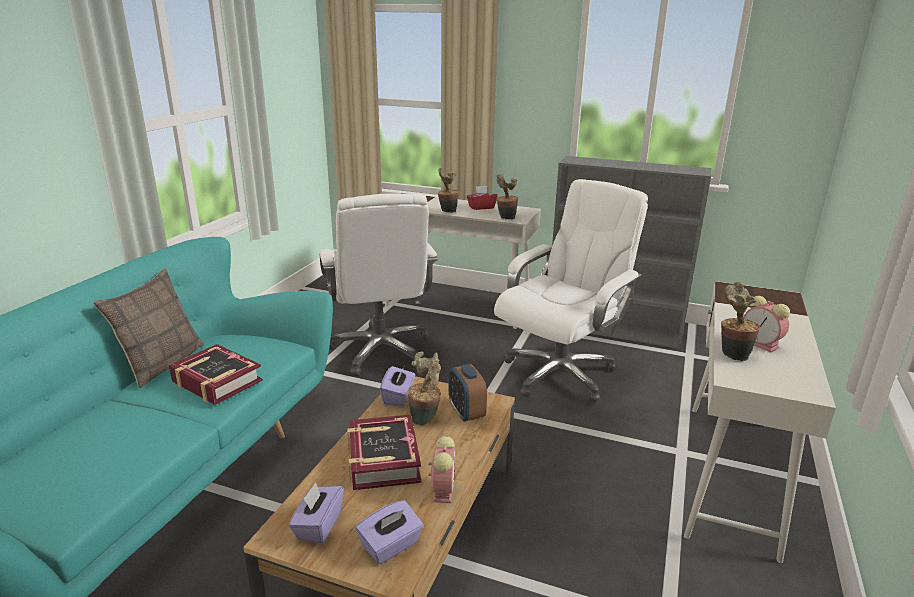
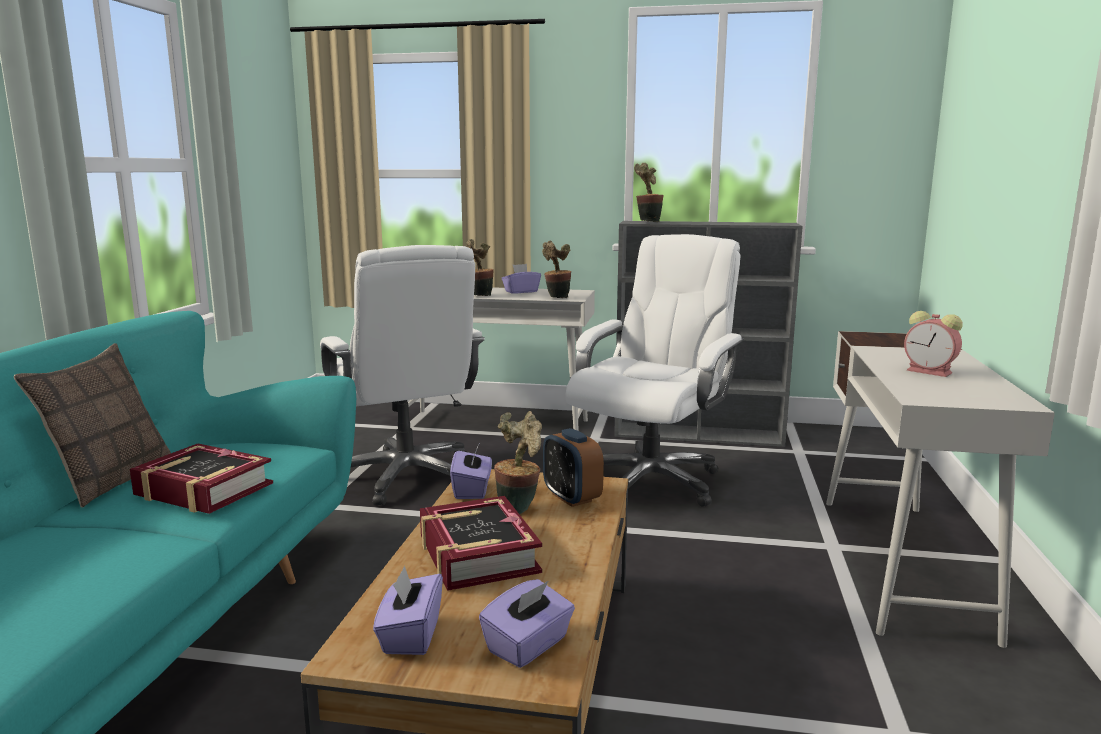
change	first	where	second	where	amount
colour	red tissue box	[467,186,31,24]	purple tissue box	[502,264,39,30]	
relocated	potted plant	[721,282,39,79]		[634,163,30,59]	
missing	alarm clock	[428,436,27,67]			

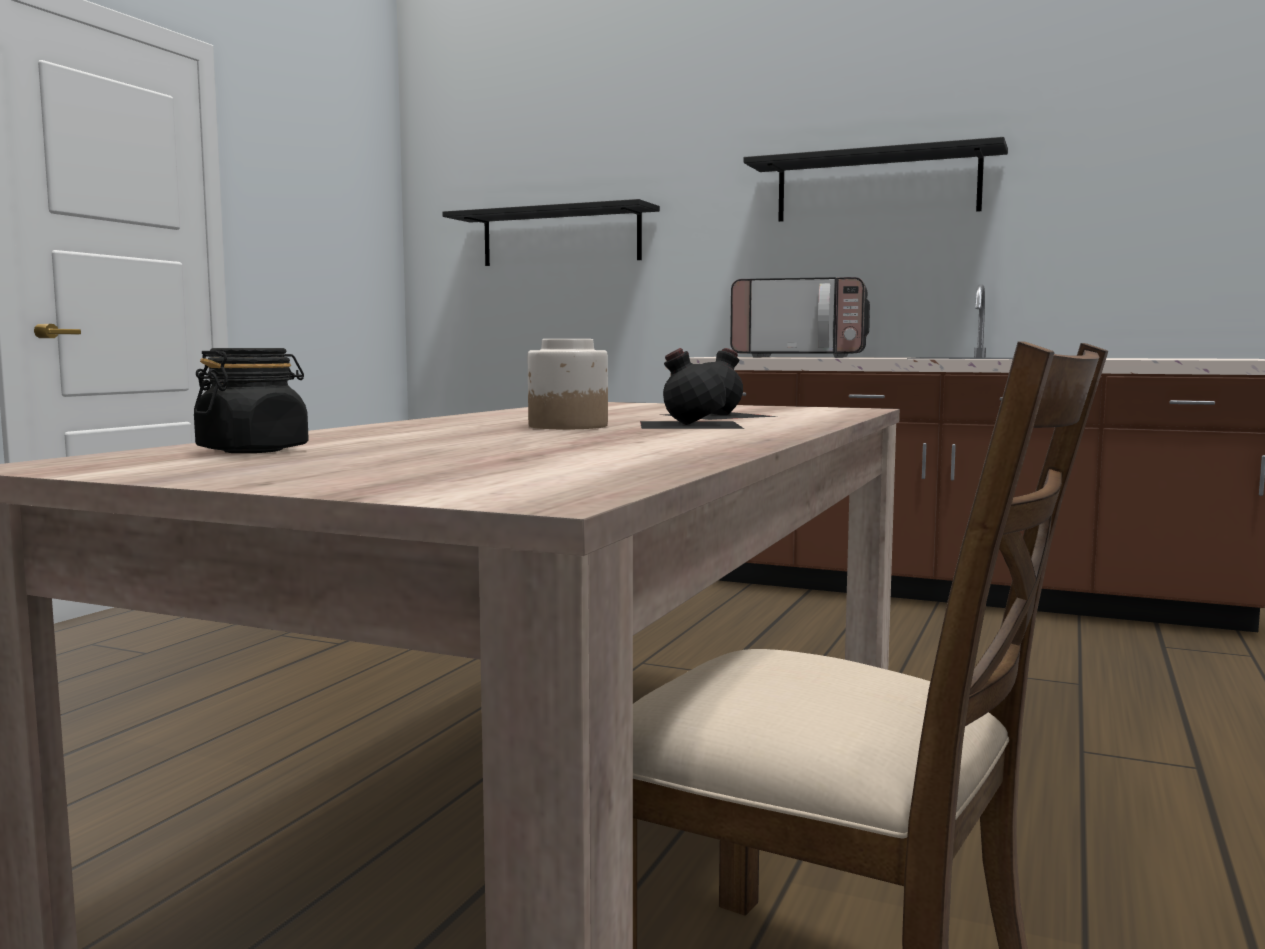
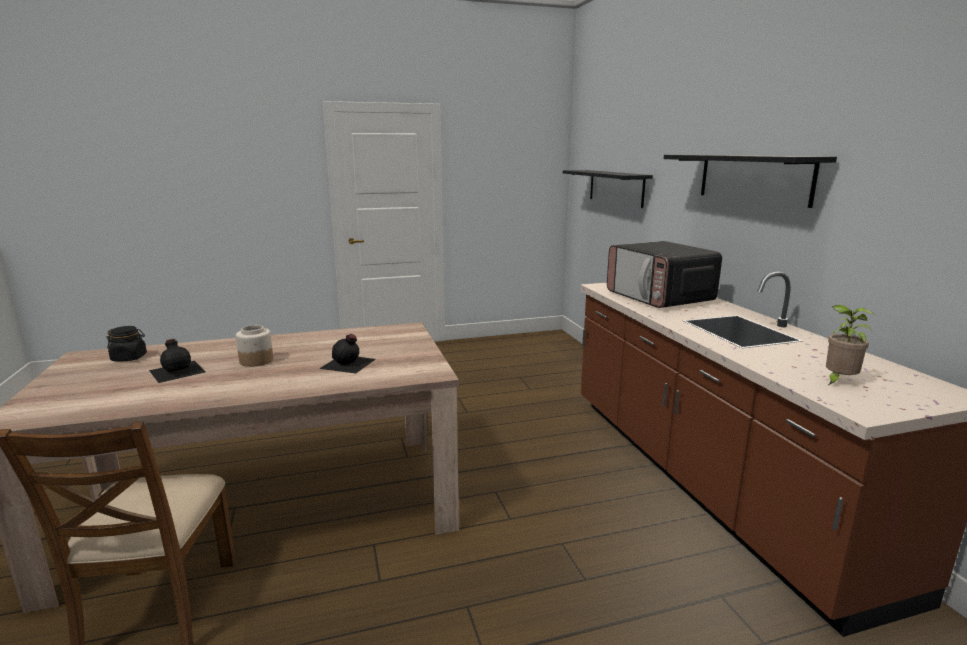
change	first	where	second	where	amount
relocated	black bottle	[640,348,104,81]		[149,339,56,44]	
appeared			potted plant	[826,305,49,80]	

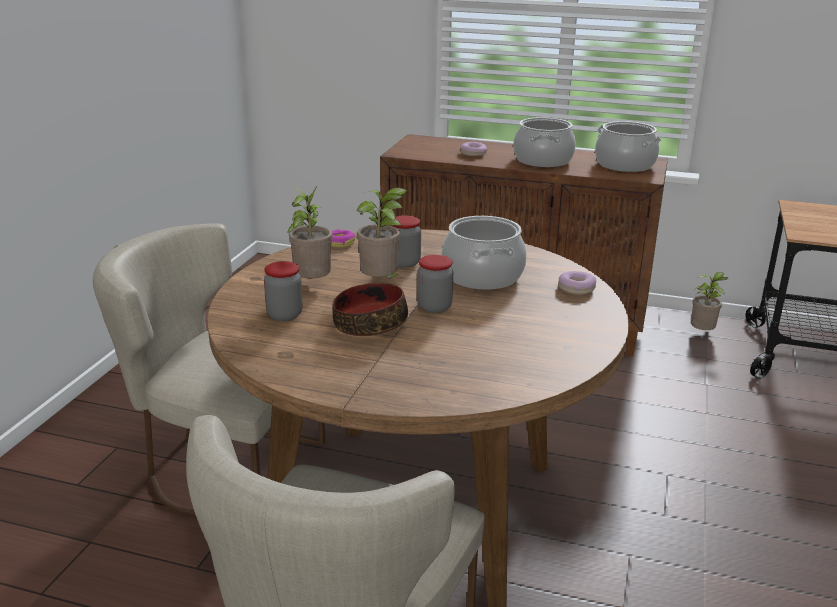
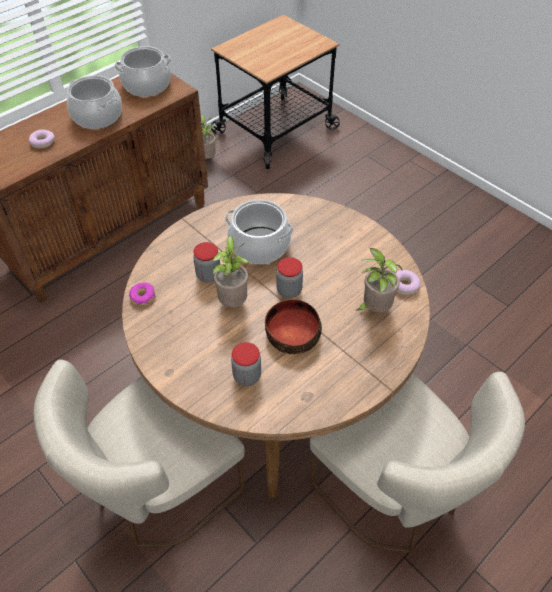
change	first	where	second	where	amount
relocated	potted plant	[287,186,45,93]		[355,248,47,64]	
relocated	donut	[558,271,38,24]		[396,270,25,25]	

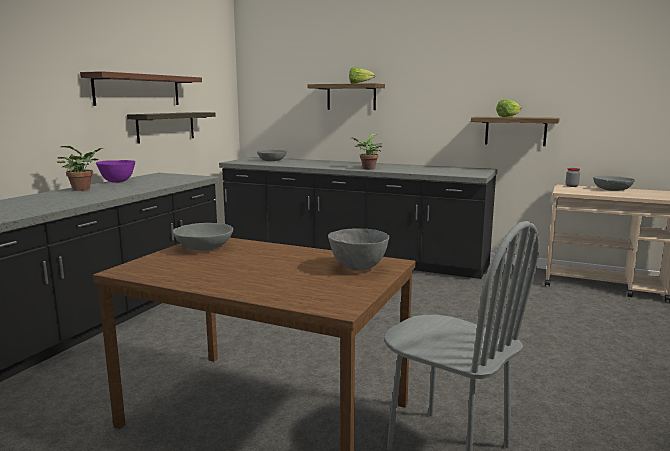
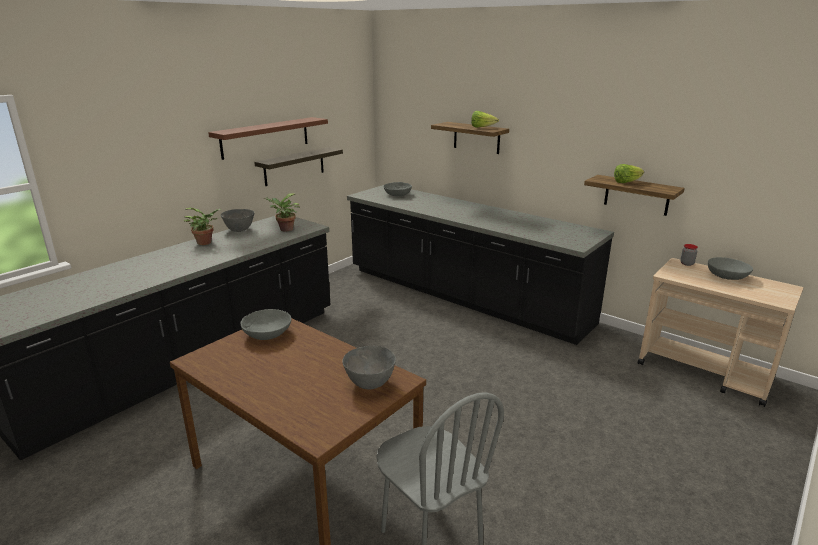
change	first	where	second	where	amount
colour	purple bowl	[96,160,39,23]	grey bowl	[221,209,33,23]	
relocated	potted plant	[353,134,29,36]		[265,193,35,39]	

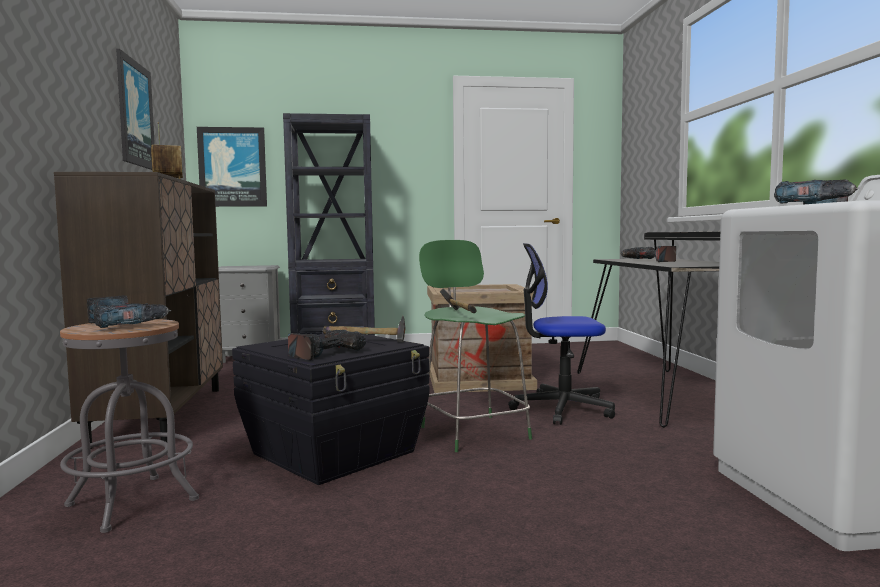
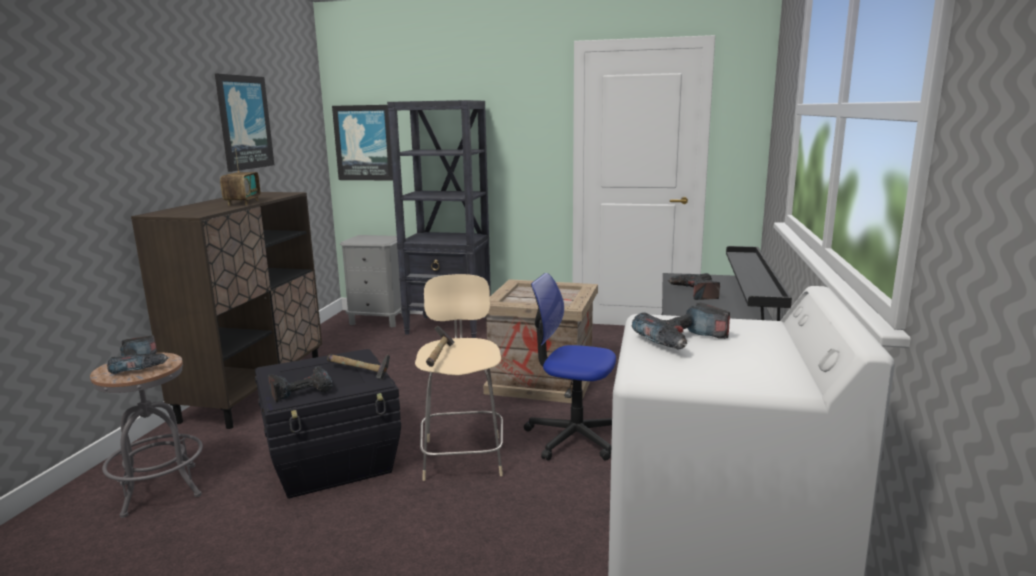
change	first	where	second	where	amount
colour	green stool	[419,240,113,212]	beige stool	[415,274,88,207]	

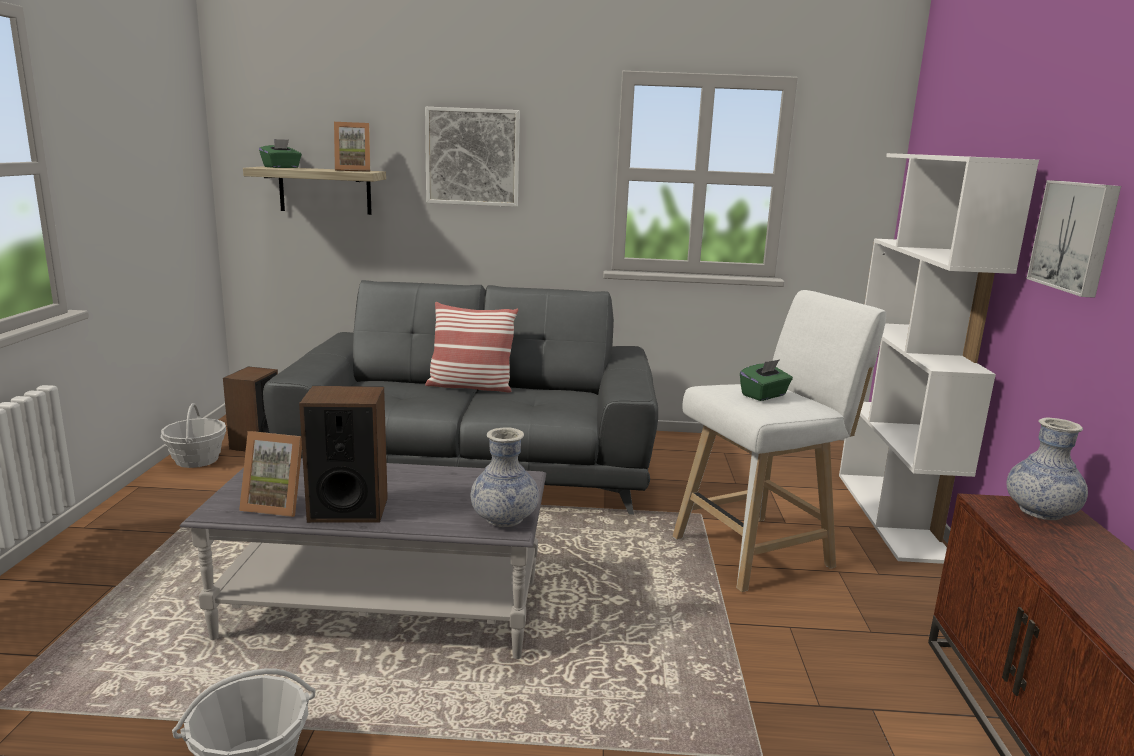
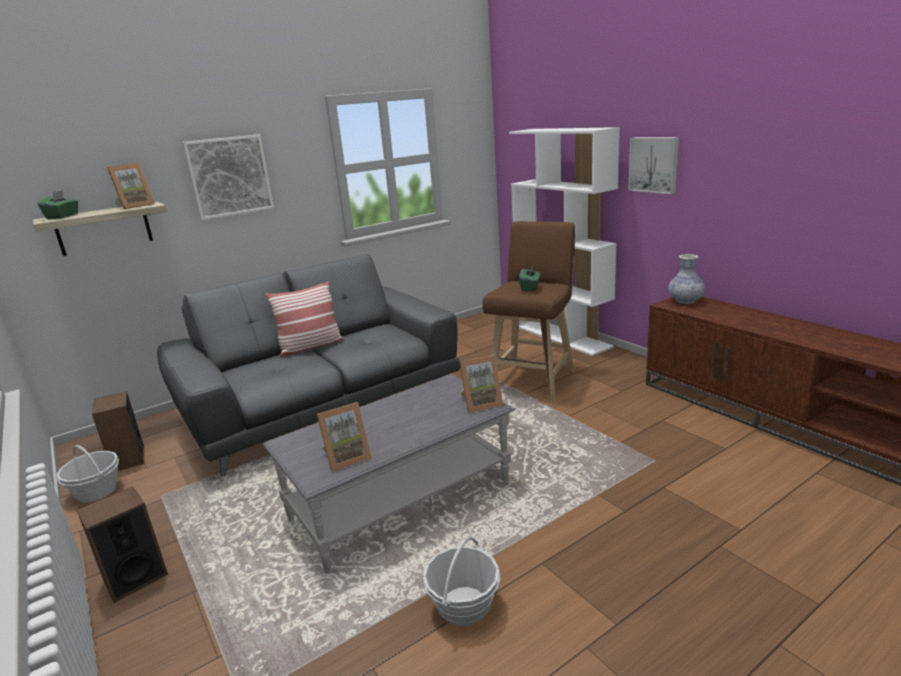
change	first	where	second	where	amount
relocated	speaker	[299,386,89,137]		[77,486,91,117]	
exchanged	vase	[470,427,69,100]	picture frame	[460,355,43,58]	
colour	white stool	[672,290,214,302]	brown stool	[482,221,93,179]	

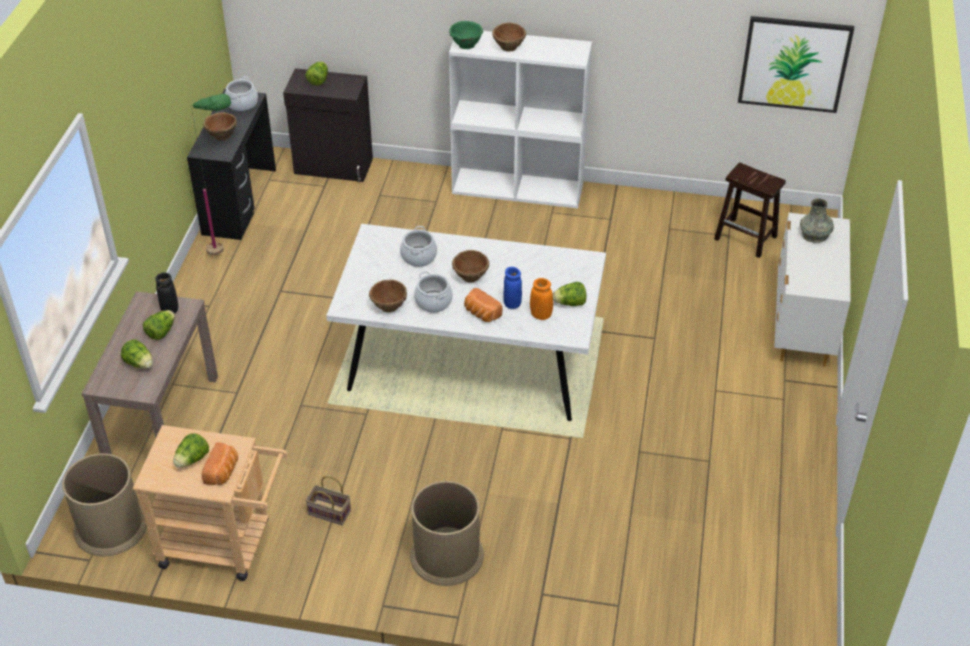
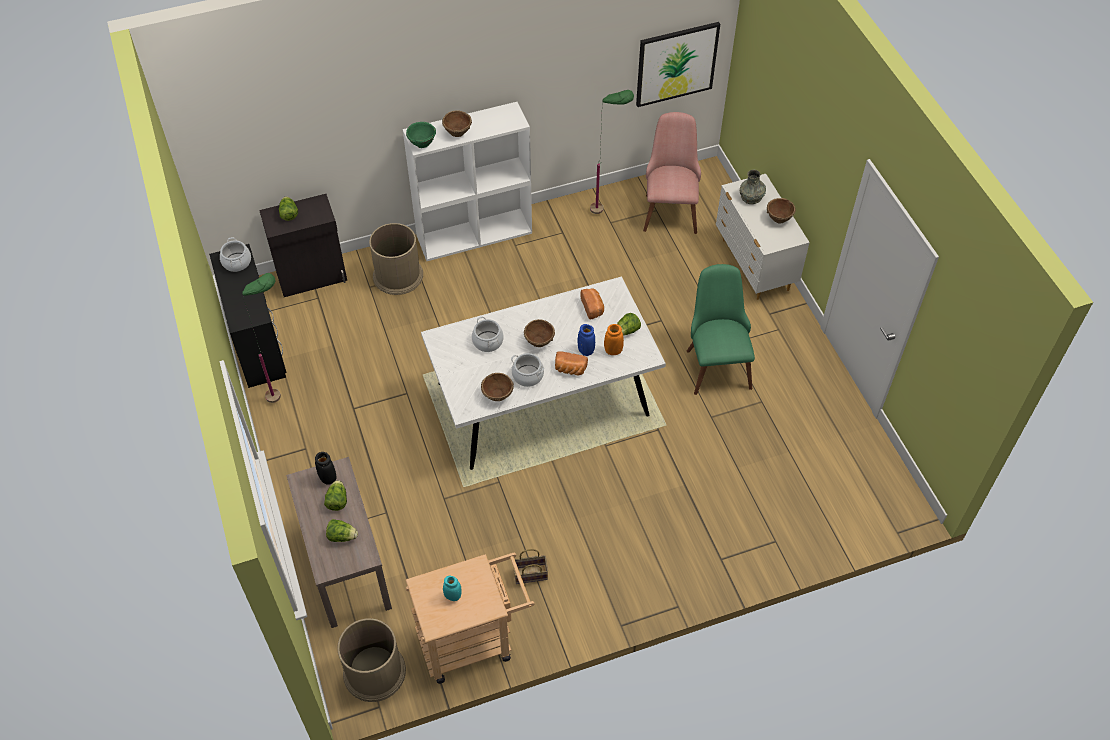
change	first	where	second	where	amount
relocated	brown trash can	[410,481,74,105]		[369,223,54,72]	
exchanged	lettuce	[173,433,36,35]	turquoise jar	[443,576,19,25]	
relocated	bread	[202,442,36,43]		[581,288,23,32]	
appeared			green floor lamp	[590,90,44,124]	
exchanged	brown stool	[714,162,72,96]	pink chair	[643,112,58,122]	
appeared			green chair	[687,264,68,131]	
relocated	brown bowl	[204,112,33,29]		[767,198,29,26]	

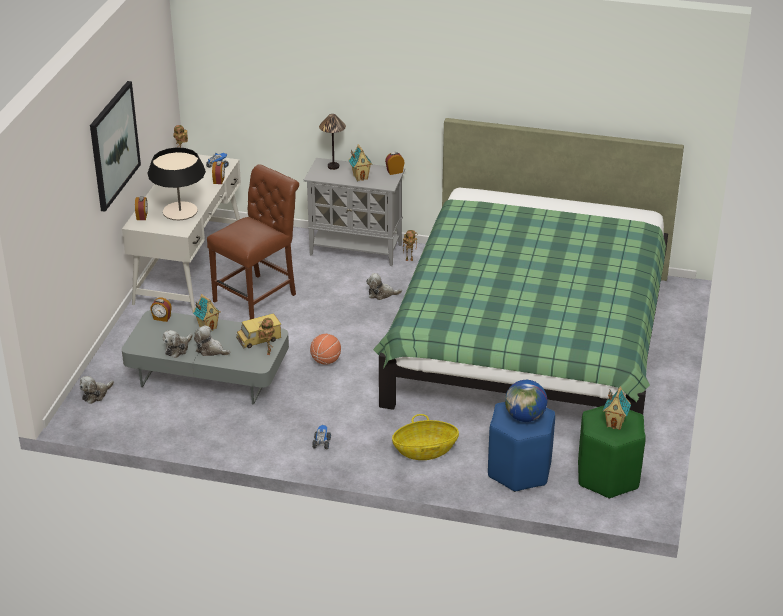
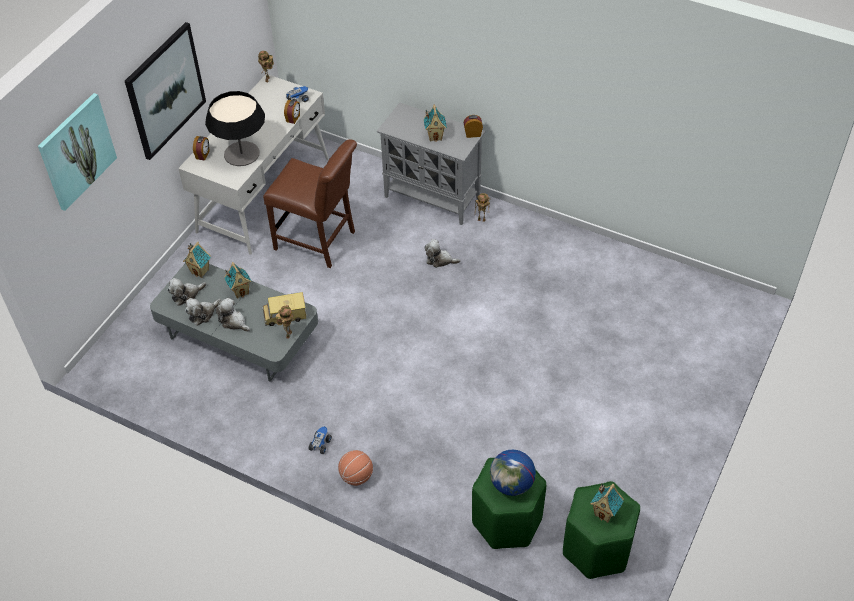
change	first	where	second	where	amount
appeared			picture	[38,93,79,118]	
relocated	plush toy	[80,376,34,28]		[167,278,39,28]	
exchanged	alarm clock	[150,298,22,24]	toy house	[183,242,28,36]	
spun	brown chair	[207,164,92,155]		[263,139,94,129]	60 degrees clockwise
relocated	basketball	[310,334,31,31]		[338,450,35,36]	
colour	blue stool	[488,402,67,90]	green stool	[472,458,74,91]	
missing	table lamp	[319,114,27,56]			
missing	green bed	[373,118,311,297]			
missing	basket	[392,414,67,46]			

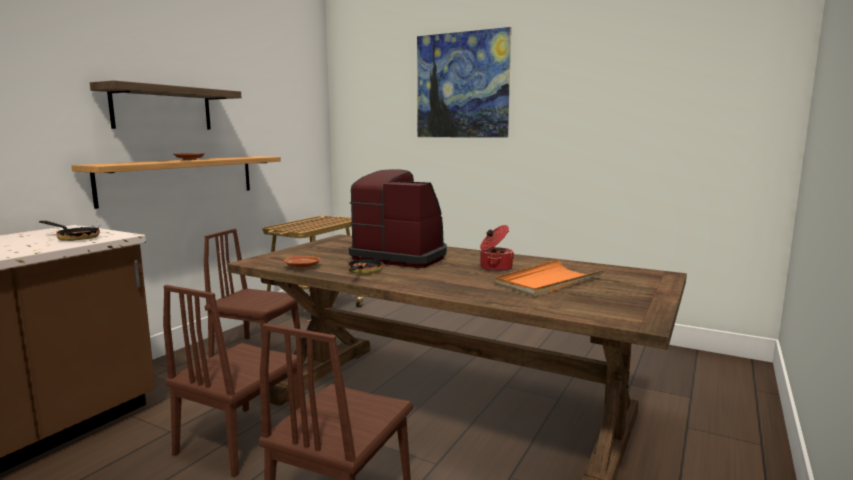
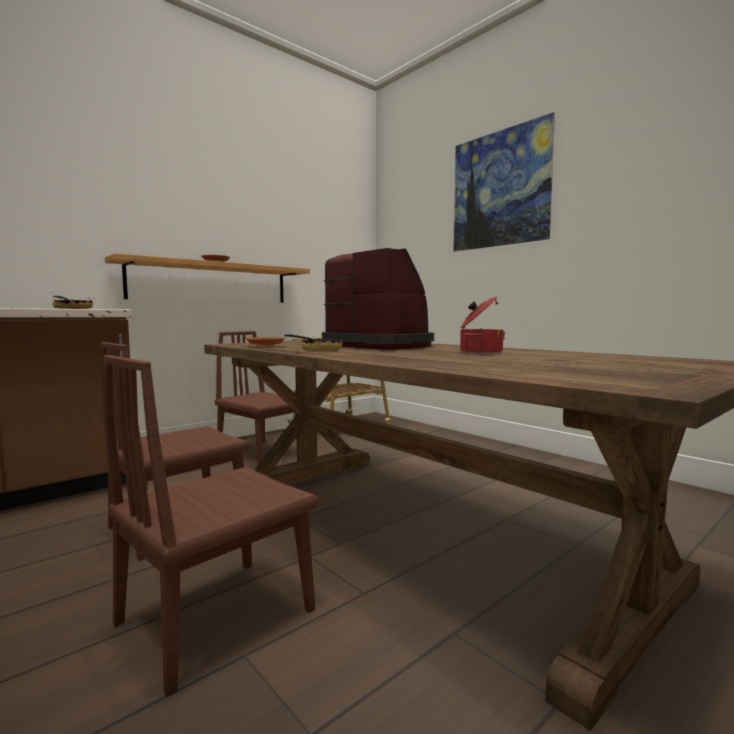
change	first	where	second	where	amount
missing	shelf	[90,80,152,50]			
missing	orange tray	[495,260,110,37]			

